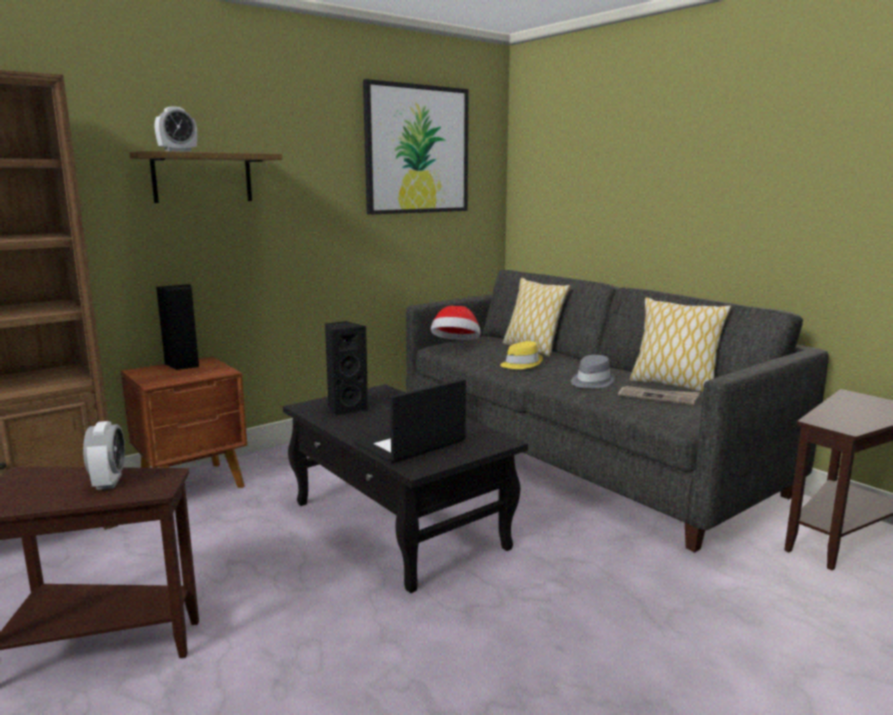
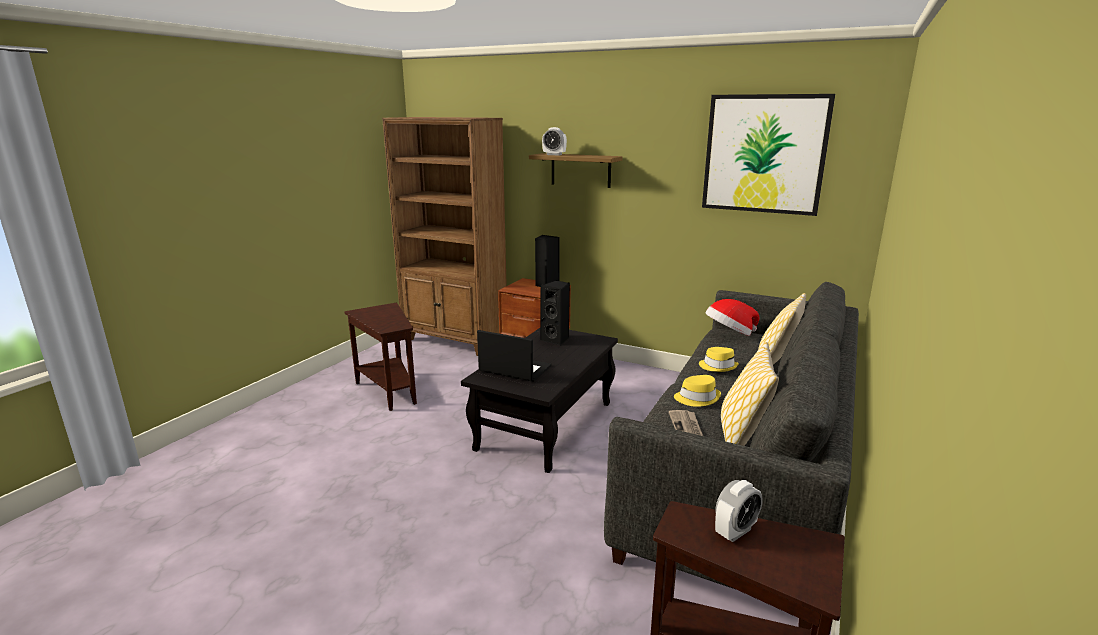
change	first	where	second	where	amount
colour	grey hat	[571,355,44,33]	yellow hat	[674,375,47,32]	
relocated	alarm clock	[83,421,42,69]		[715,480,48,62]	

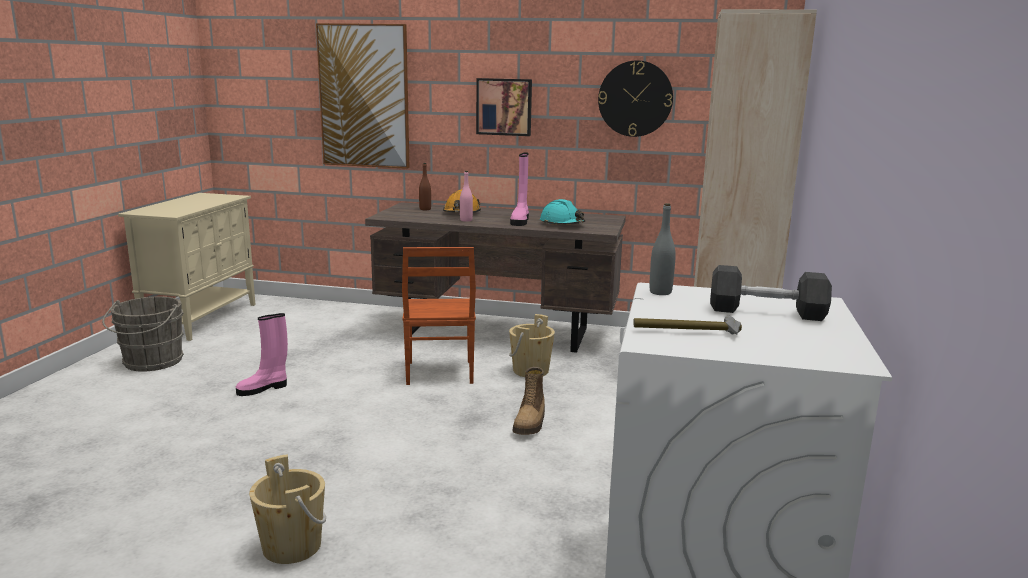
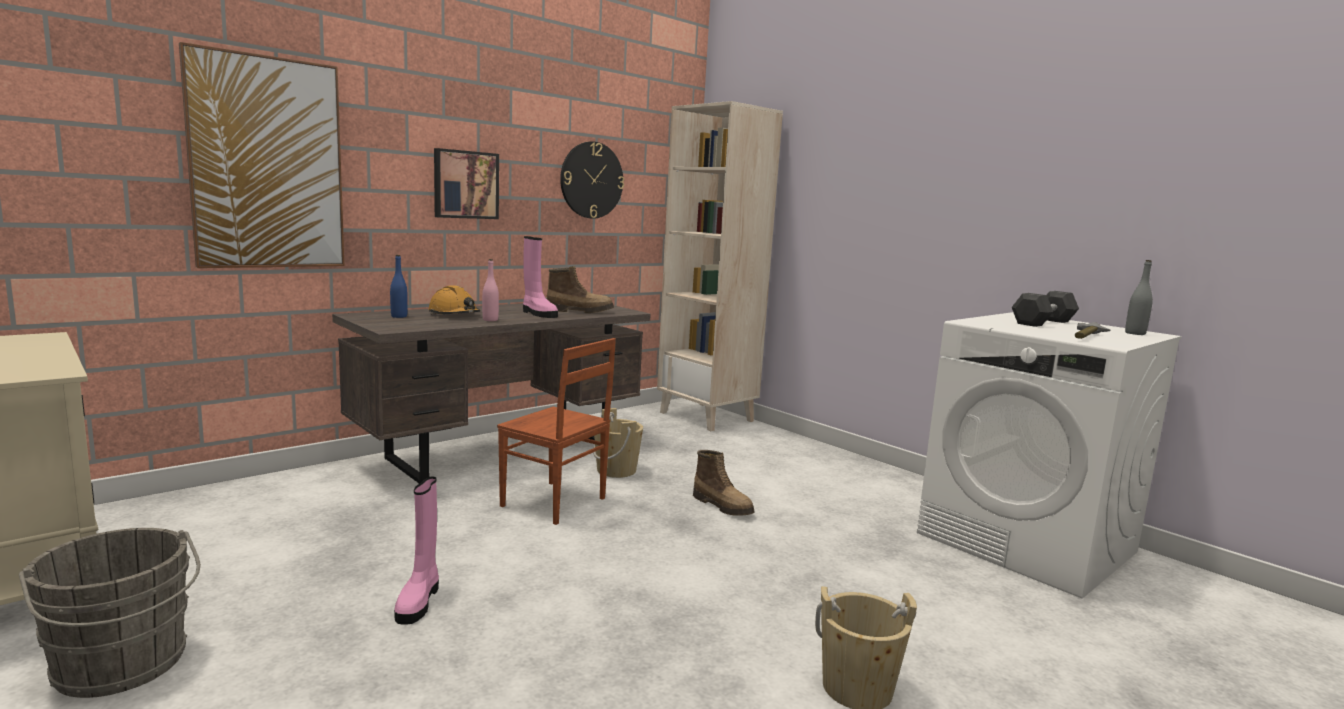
change	first	where	second	where	amount
colour	brown bottle	[419,163,12,47]	blue bottle	[390,255,18,63]	
exchanged	turquoise hard hat	[540,199,45,26]	boot	[547,266,67,47]	
relocated	grey bottle	[649,203,27,92]		[1125,260,28,75]	

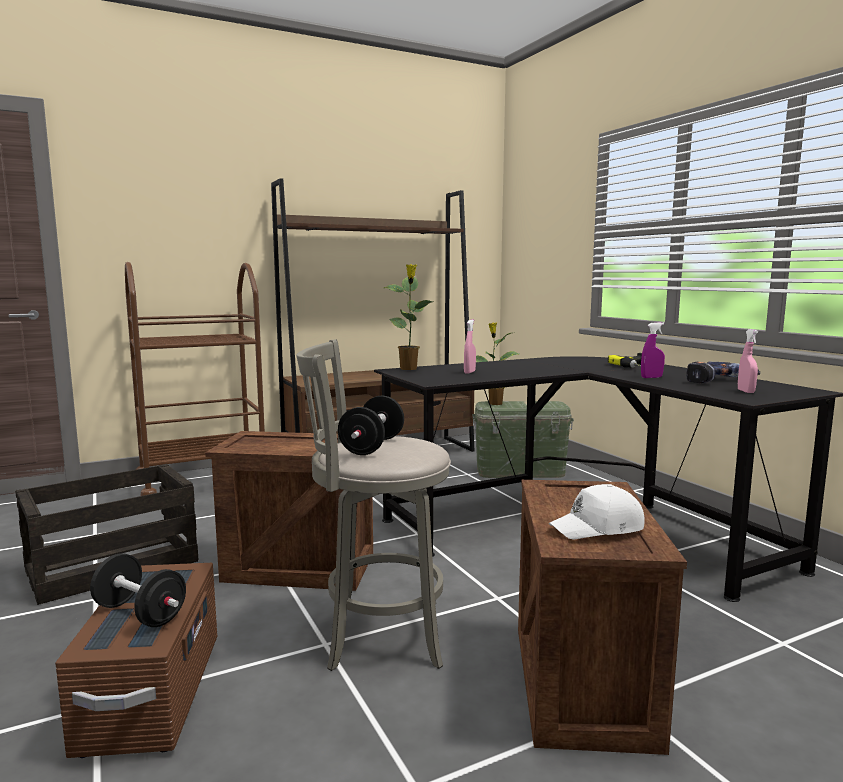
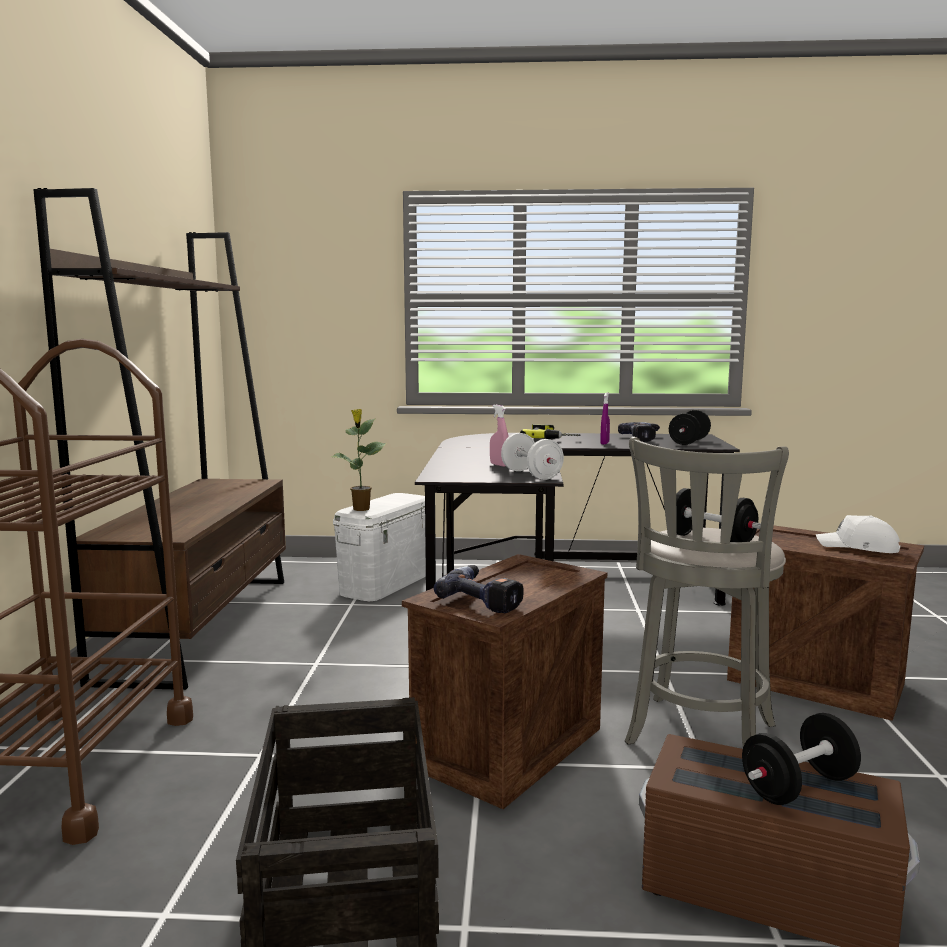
change	first	where	second	where	amount
colour	green storage box	[472,401,102,77]	white storage box	[333,493,93,108]	
appeared			power drill	[434,565,90,48]	
appeared			white dumbbell	[501,433,63,47]	
exchanged	pink spray bottle	[738,329,20,64]	black dumbbell	[669,410,42,35]	
spun	white cap	[549,484,96,56]		[816,515,84,38]	105 degrees clockwise
missing	potted plant	[384,264,49,106]			

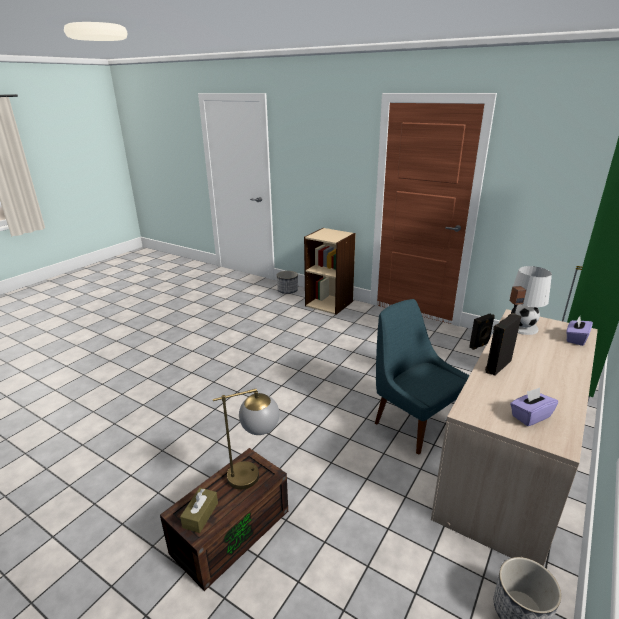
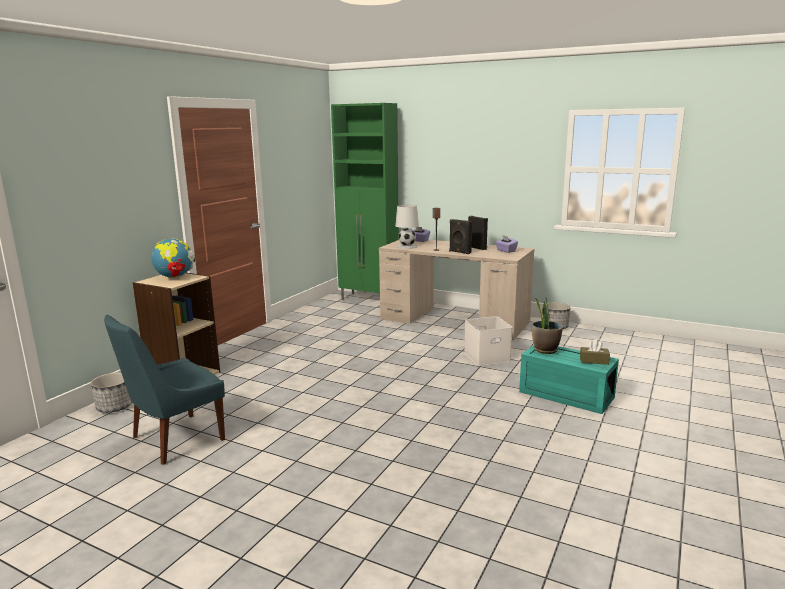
change	first	where	second	where	amount
relocated	blue chair	[375,299,95,156]		[104,315,121,150]	
appeared			globe	[151,238,44,41]	
appeared			white storage box	[464,316,49,50]	
relocated	black speaker	[469,314,26,36]		[468,216,20,34]	
colour	brown storage box	[160,448,128,143]	turquoise storage box	[519,345,100,69]	
exchanged	table lamp	[213,389,66,101]	potted plant	[532,298,31,56]	

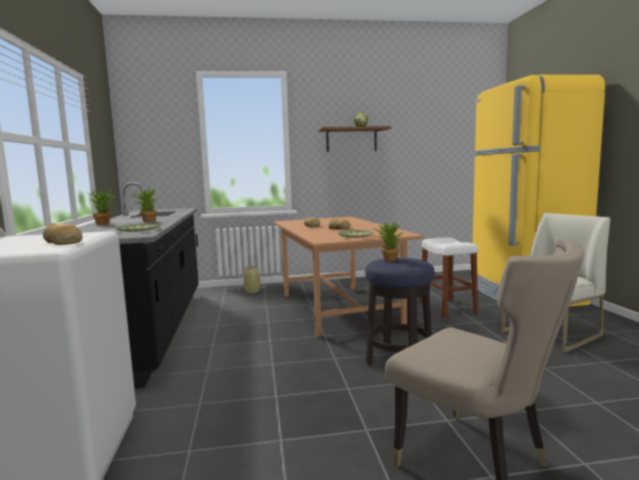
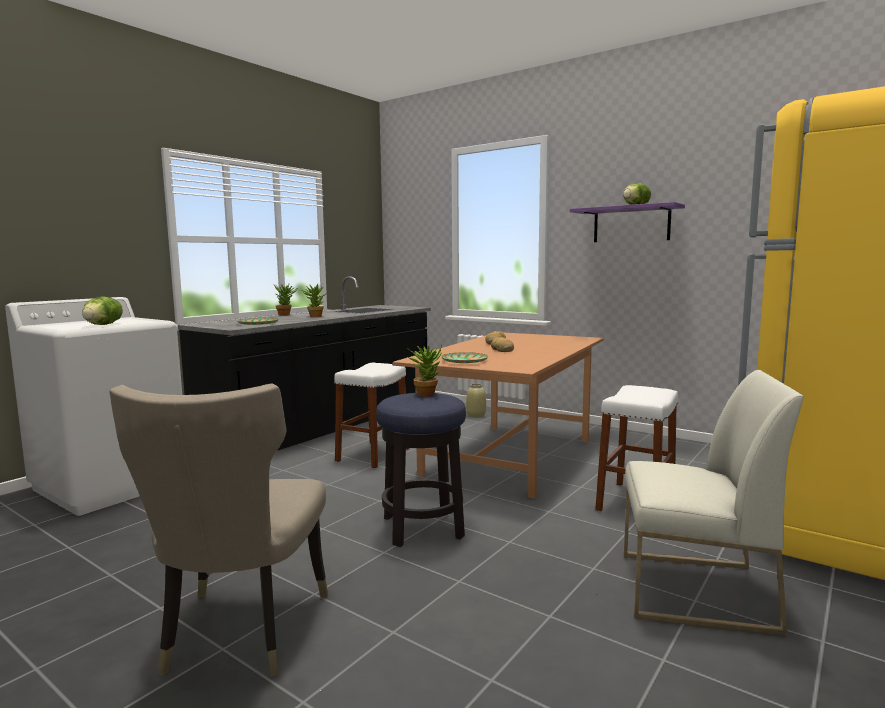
change	first	where	second	where	amount
exchanged	bread	[43,223,40,22]	lettuce	[82,296,41,29]	
appeared			white stool	[334,363,76,105]	
colour	brown shelf	[318,126,73,26]	purple shelf	[570,202,115,40]	

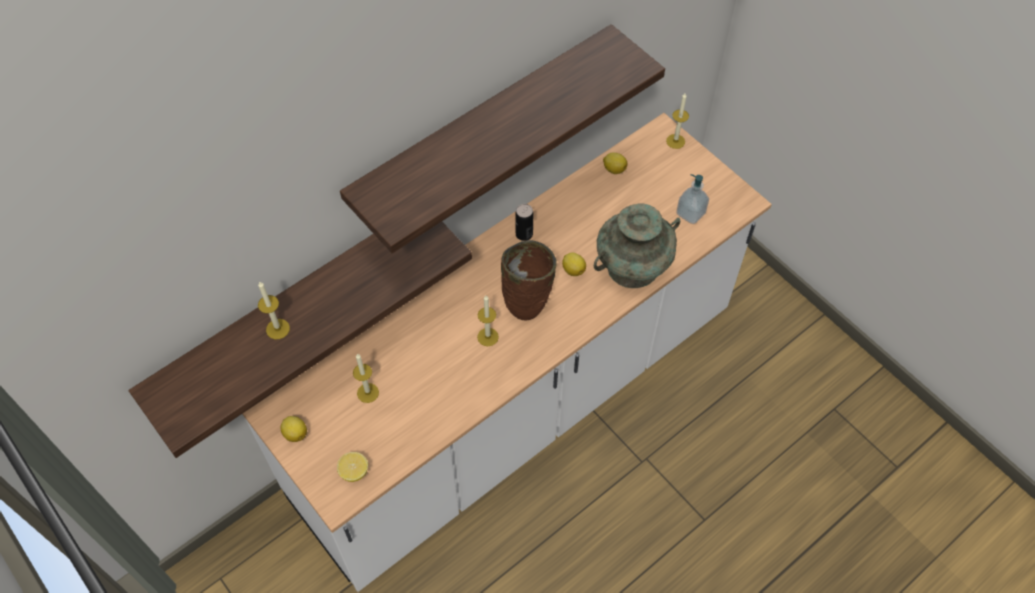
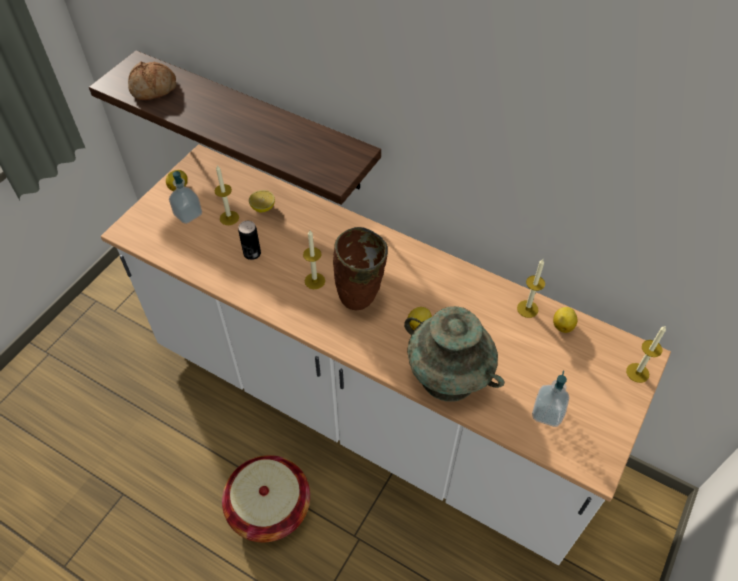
change	first	where	second	where	amount
appeared			bread	[128,61,48,39]	
appeared			soap dispenser	[169,171,33,53]	
appeared			basket	[222,455,88,87]	
relocated	can	[516,204,17,37]		[238,221,23,39]	
relocated	lemon	[337,452,31,30]		[249,190,26,23]	
relocated	candle	[258,281,32,58]		[517,259,28,59]	
missing	shelf	[340,24,325,229]			

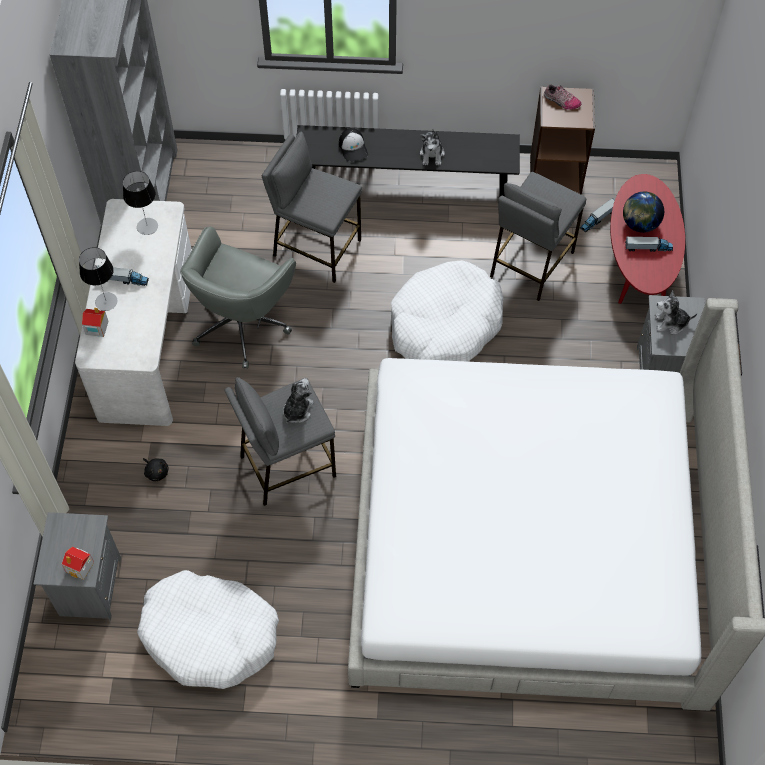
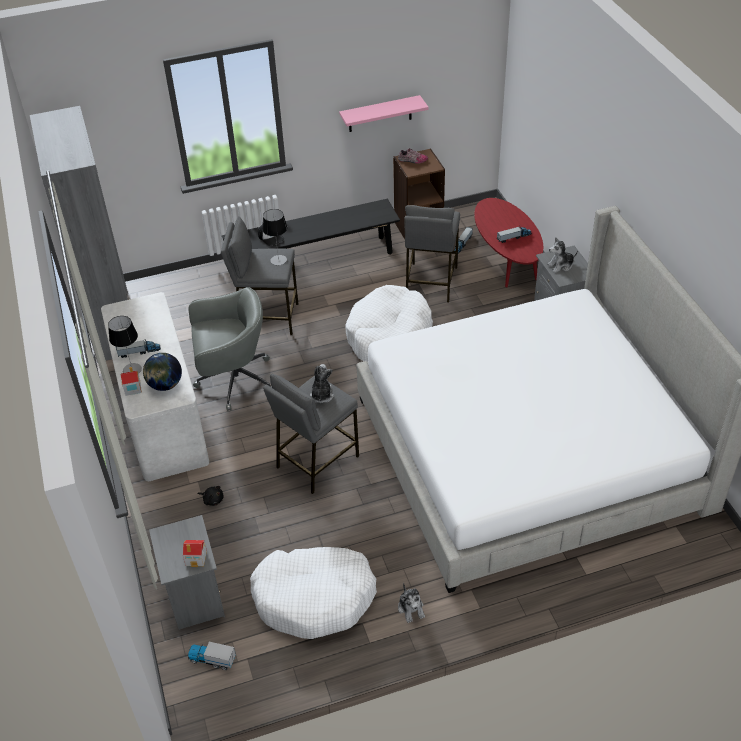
change	first	where	second	where	amount
relocated	globe	[623,192,41,41]		[143,353,39,38]	
spun	grey office chair	[180,227,116,142]		[188,287,82,124]	105 degrees counterclockwise
appeared			toy truck	[188,642,48,28]	
relocated	table lamp	[123,171,35,64]		[262,209,25,56]	
appeared			pink shelf	[339,95,90,37]	
relocated	plush toy	[420,130,25,36]		[398,583,27,40]	

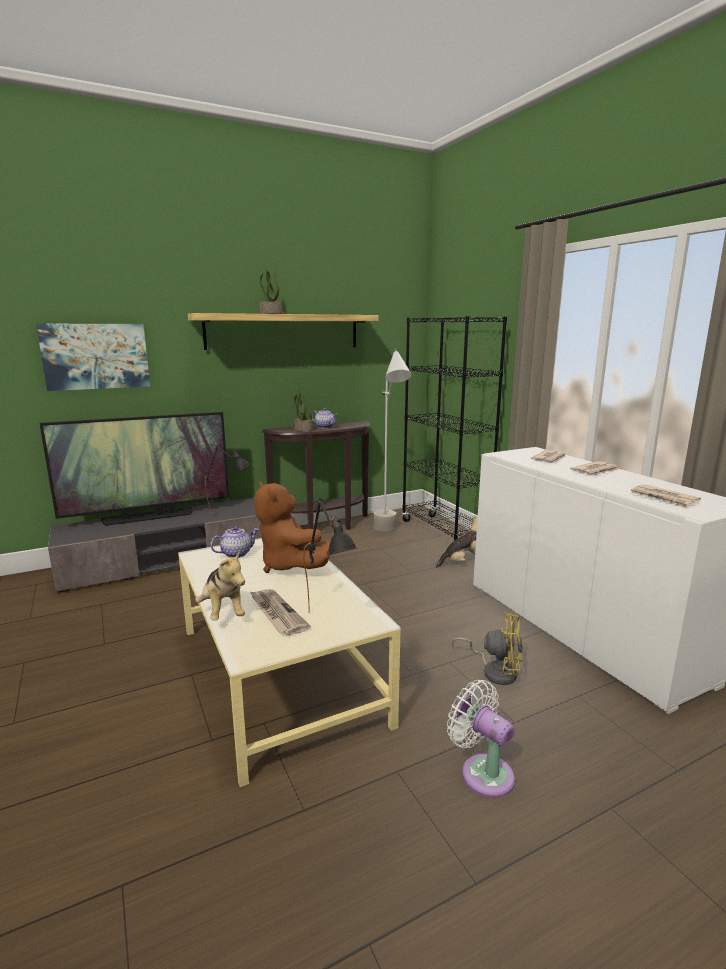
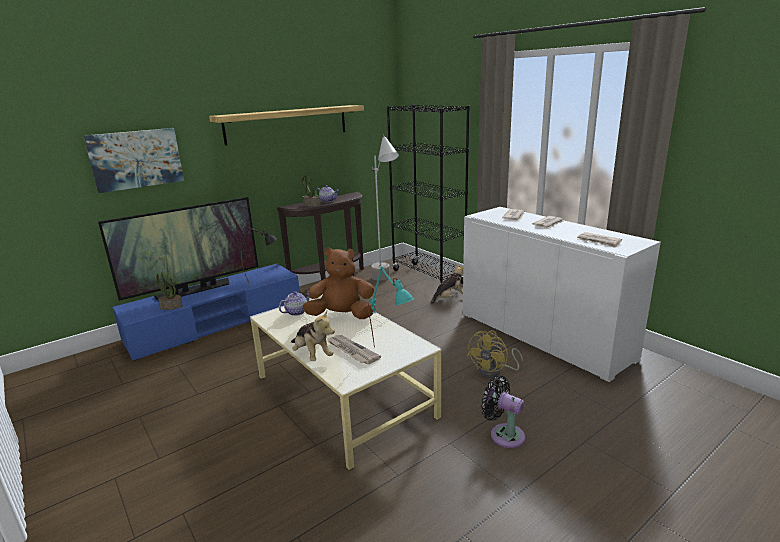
change	first	where	second	where	amount
colour	grey tv stand	[48,497,214,96]	blue tv stand	[112,264,188,97]	
relocated	potted plant	[259,268,24,46]		[156,271,27,39]	
spun	brown plush toy	[254,481,76,92]		[302,247,73,72]	135 degrees clockwise
colour	black table lamp	[303,498,54,115]	turquoise table lamp	[368,266,46,82]	
spun	yellow fan	[451,612,72,73]		[467,330,56,48]	120 degrees clockwise
colour	white fan	[447,680,68,118]	black fan	[481,376,44,72]	

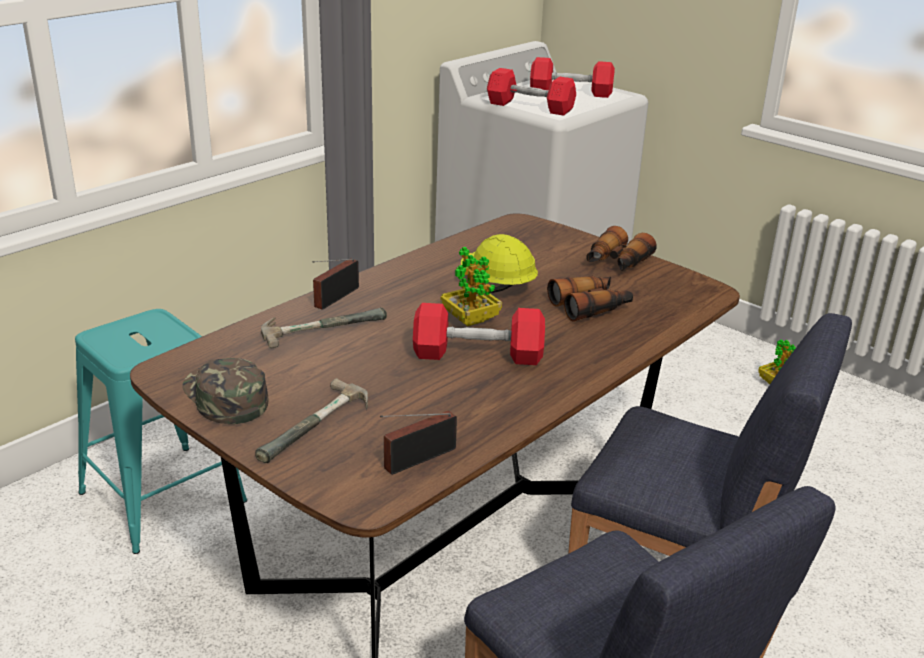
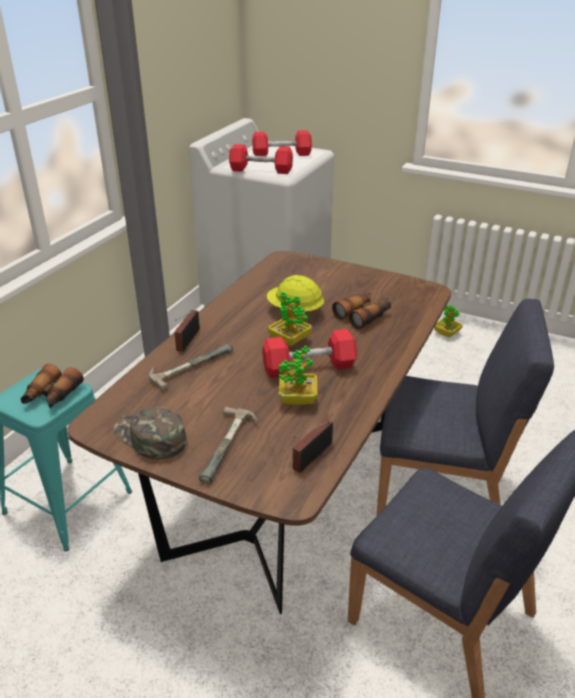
change	first	where	second	where	amount
relocated	binoculars	[586,226,71,45]		[20,364,64,45]	
appeared			potted plant	[279,346,38,59]	

